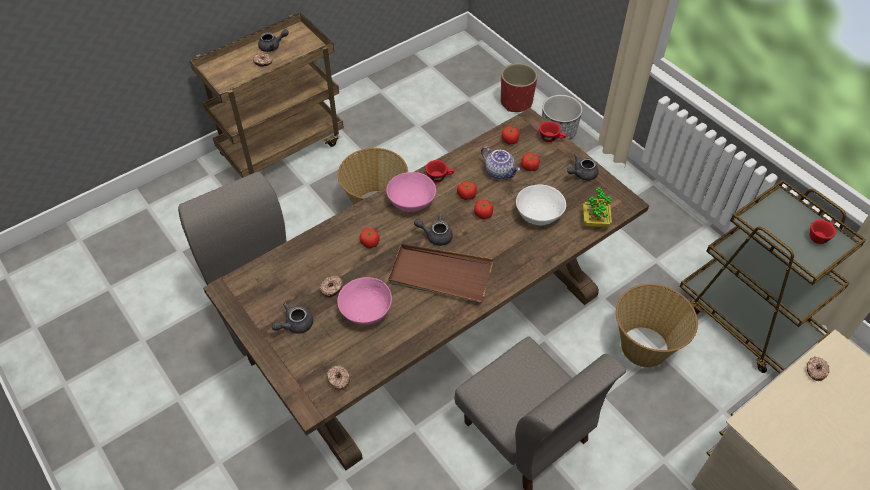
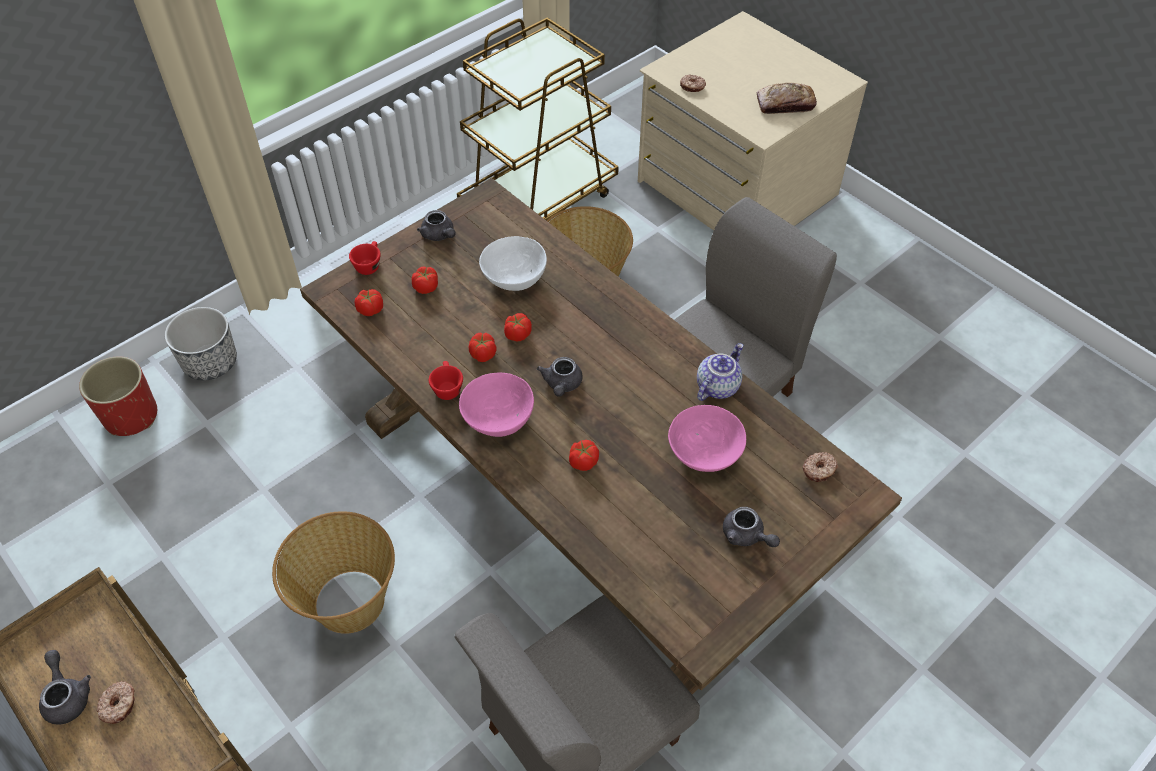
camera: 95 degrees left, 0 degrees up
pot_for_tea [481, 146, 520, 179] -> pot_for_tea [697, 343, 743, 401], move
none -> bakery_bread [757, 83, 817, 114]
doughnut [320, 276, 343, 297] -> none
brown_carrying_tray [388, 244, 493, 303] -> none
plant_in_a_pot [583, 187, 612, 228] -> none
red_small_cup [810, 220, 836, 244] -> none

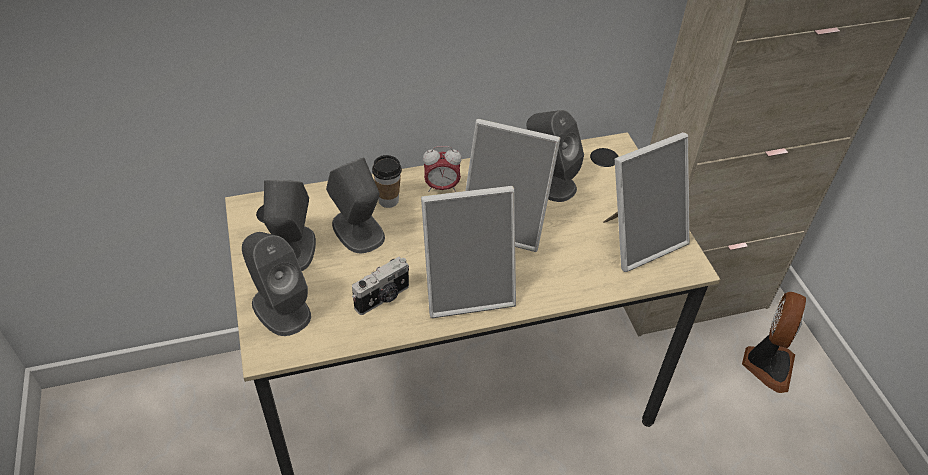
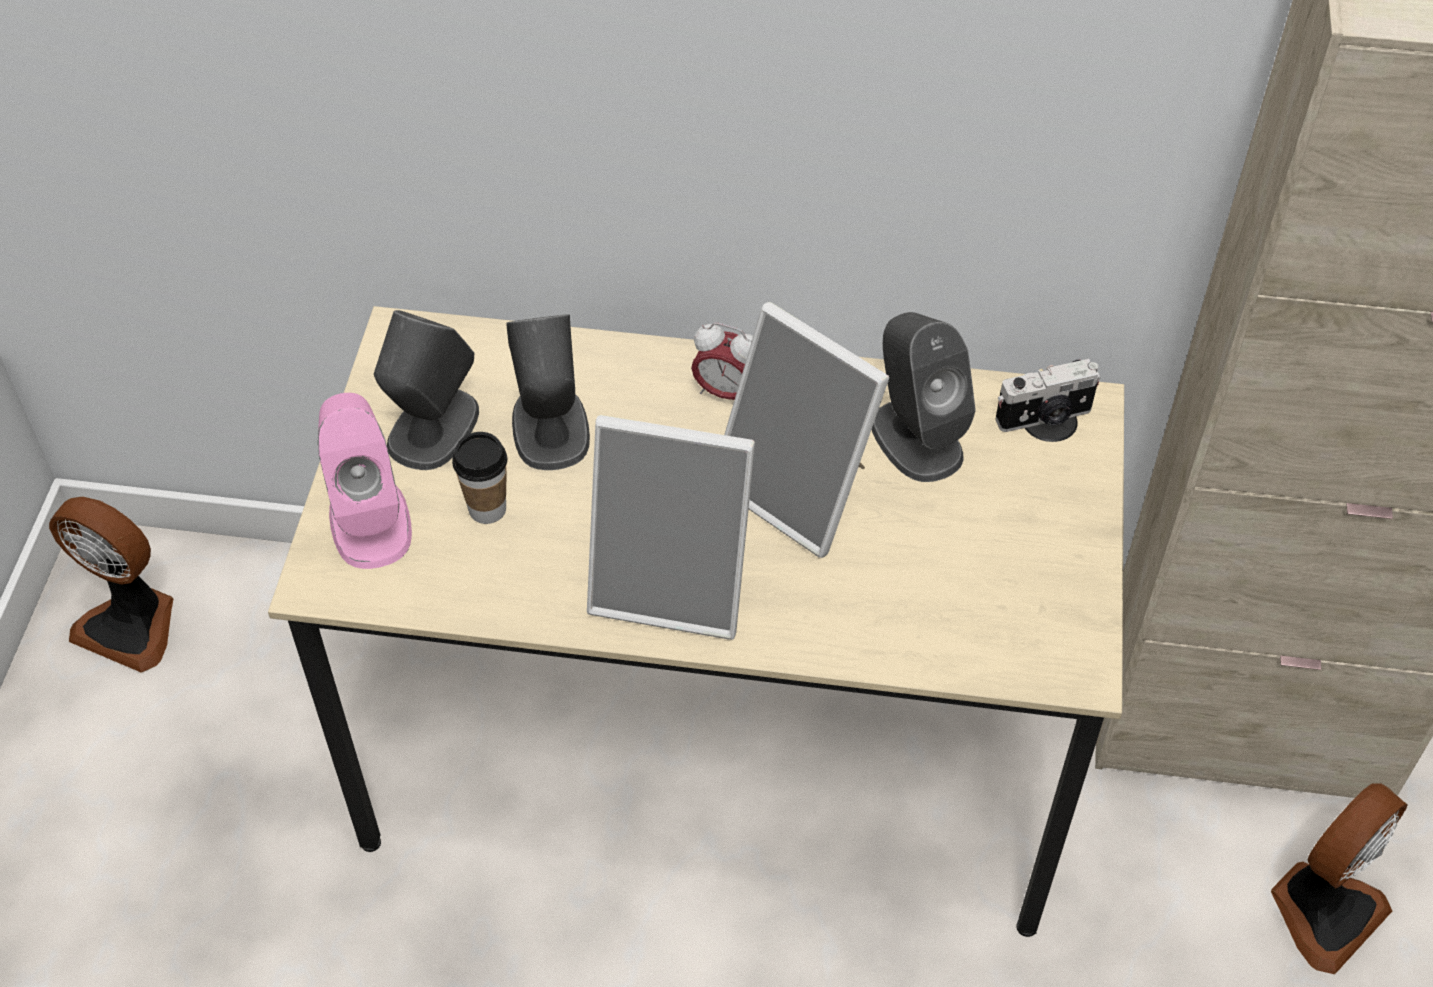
camera: 25 degrees right, 5 degrees up
none -> electric_fan [49, 496, 173, 673]
gray_loudspeaker [242, 232, 311, 336] -> pinkish_loudspeaker [318, 393, 412, 569]
small_cup [372, 155, 402, 208] -> small_cup [452, 432, 507, 524], move
photo_camera [352, 257, 409, 315] -> photo_camera [995, 359, 1101, 432], move
photo_frame [603, 132, 690, 272] -> none

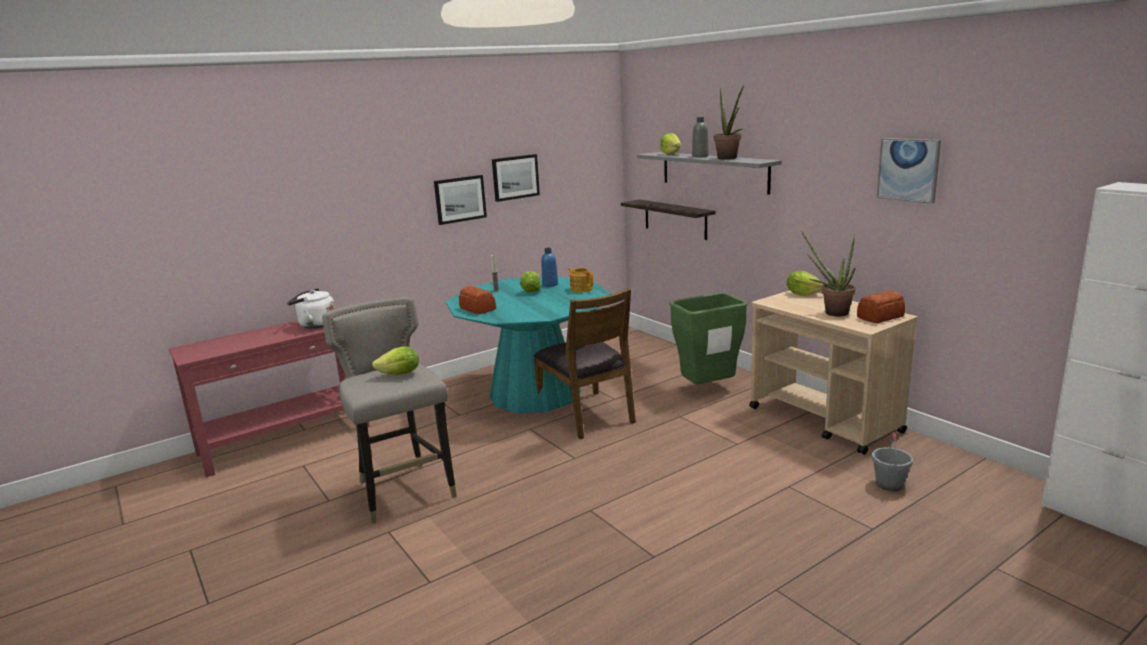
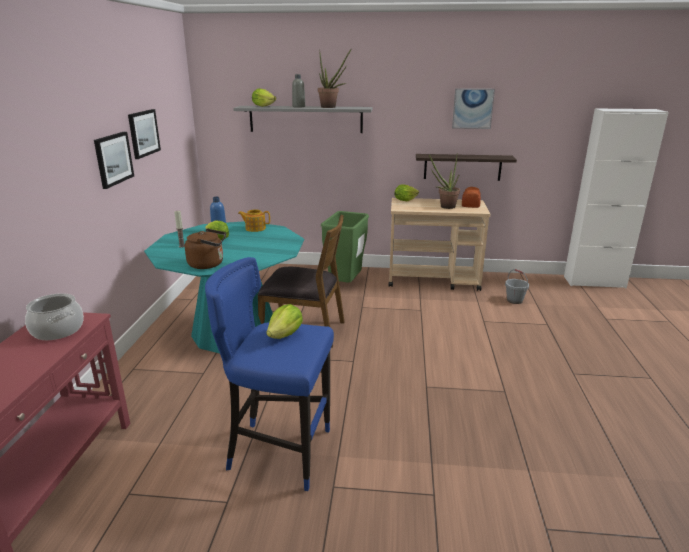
camera: 50 degrees left, 5 degrees up
whitish_water_kettle [287, 288, 335, 329] -> saucepot [25, 293, 84, 340]
bakery_bread [459, 286, 496, 314] -> brown_water_kettle [185, 228, 226, 269]
gray_stool [322, 297, 457, 524] -> blue_stool [205, 257, 334, 491]
wall_shelf [621, 199, 716, 240] -> wall_shelf [416, 154, 517, 181], move

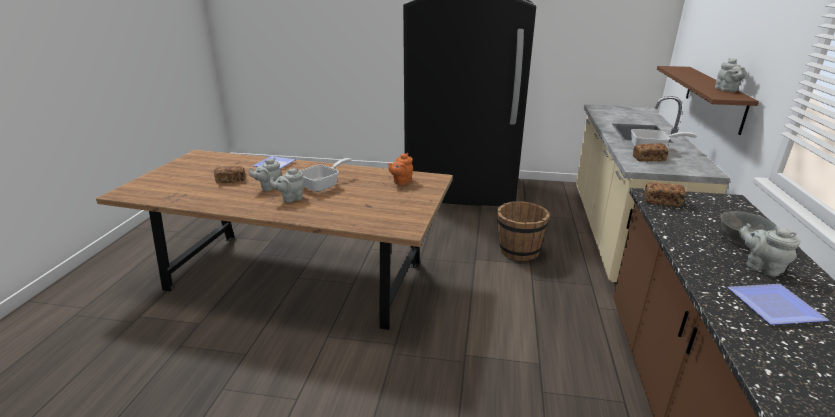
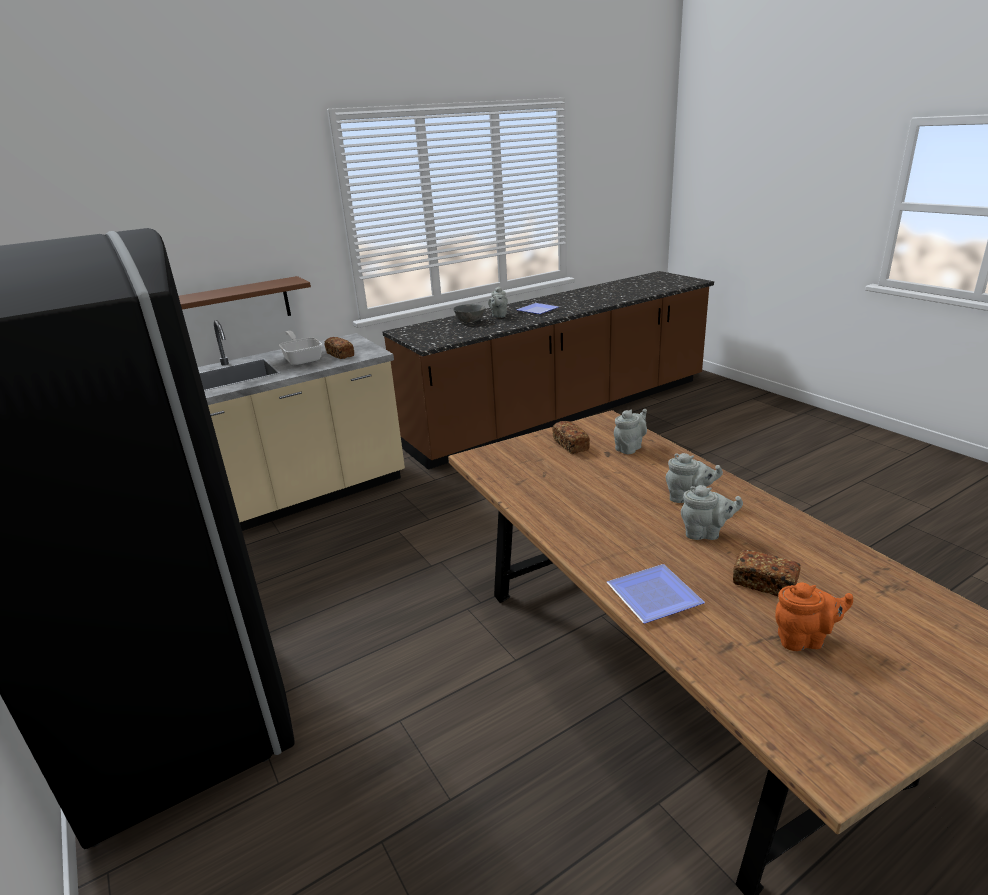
camera: 130 degrees left, 0 degrees up
bakery_bread [644, 183, 685, 207] -> bakery_bread [552, 421, 590, 454], move
gray_pot_for_tea [715, 58, 747, 92] -> gray_pot_for_tea [614, 409, 647, 454], move
orange_pot_for_tea [388, 153, 413, 186] -> orange_pot_for_tea [775, 582, 853, 651], move
skillet [300, 158, 352, 192] -> none
brown_water_bucket [497, 201, 550, 261] -> none

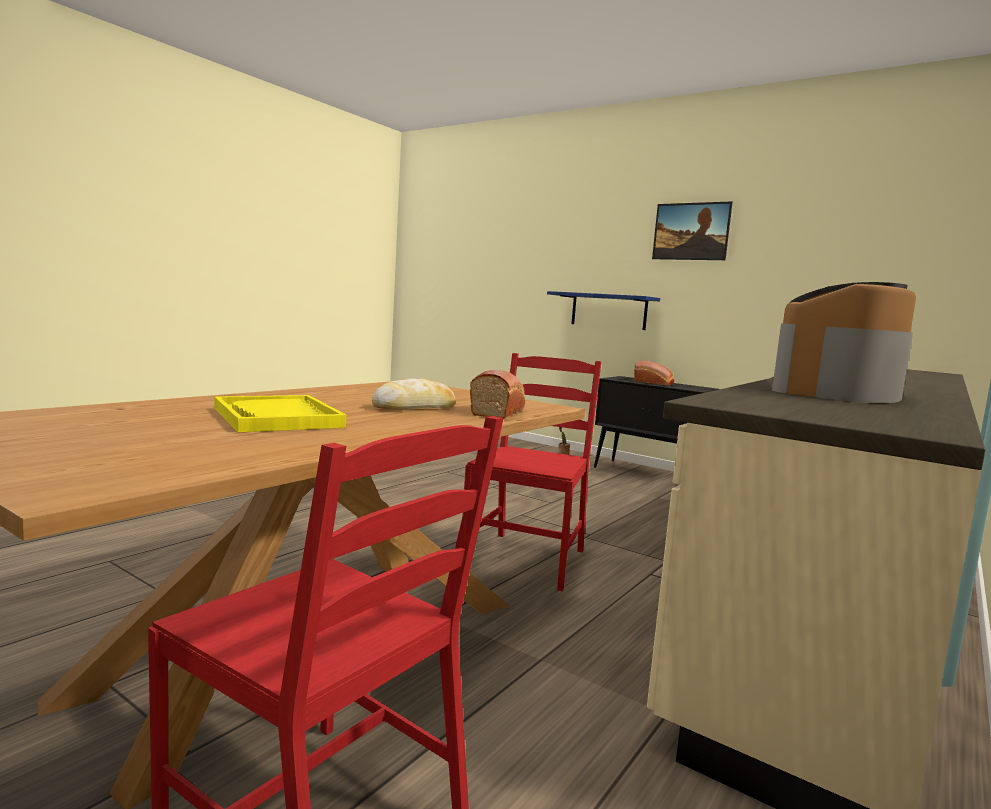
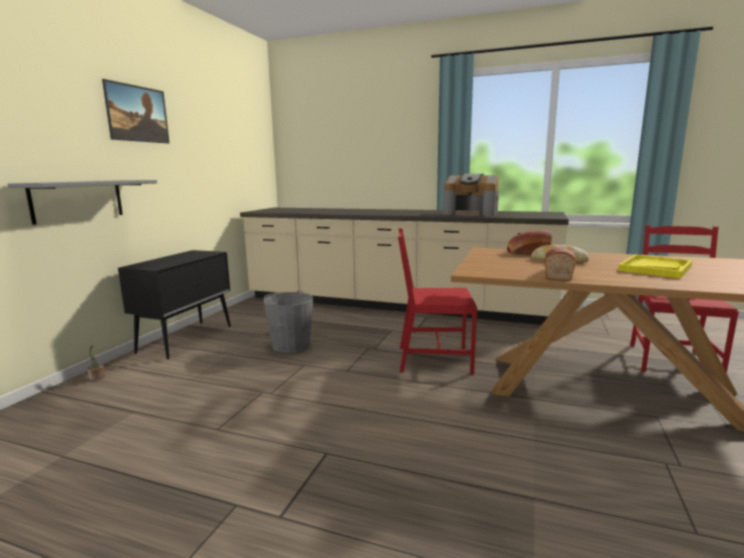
camera: 105 degrees left, 5 degrees up
blue_wall_shelf [547, 291, 660, 330] -> gray_wall_shelf [8, 180, 157, 225]
none -> gray_water_bucket [264, 290, 313, 353]
bakery_bread [634, 361, 674, 386] -> bakery_bread [545, 248, 576, 281], move

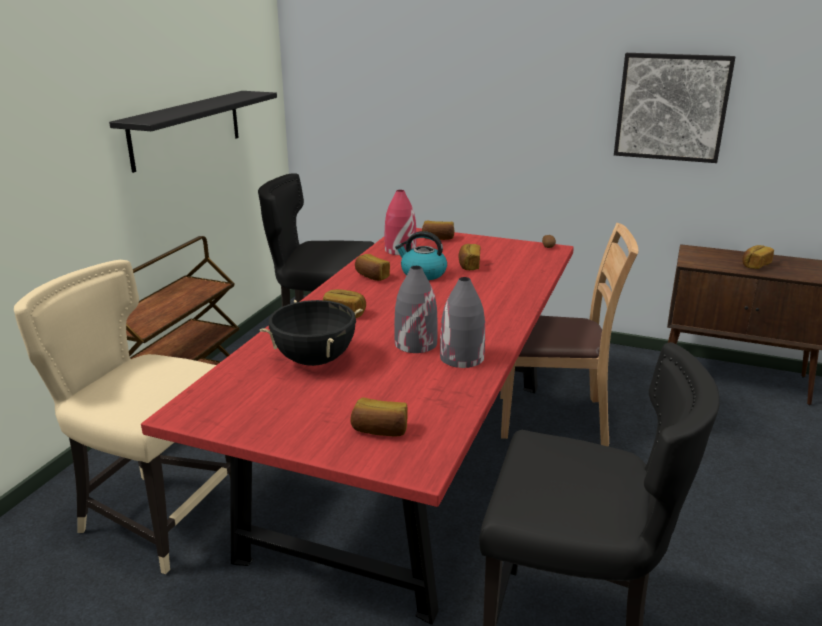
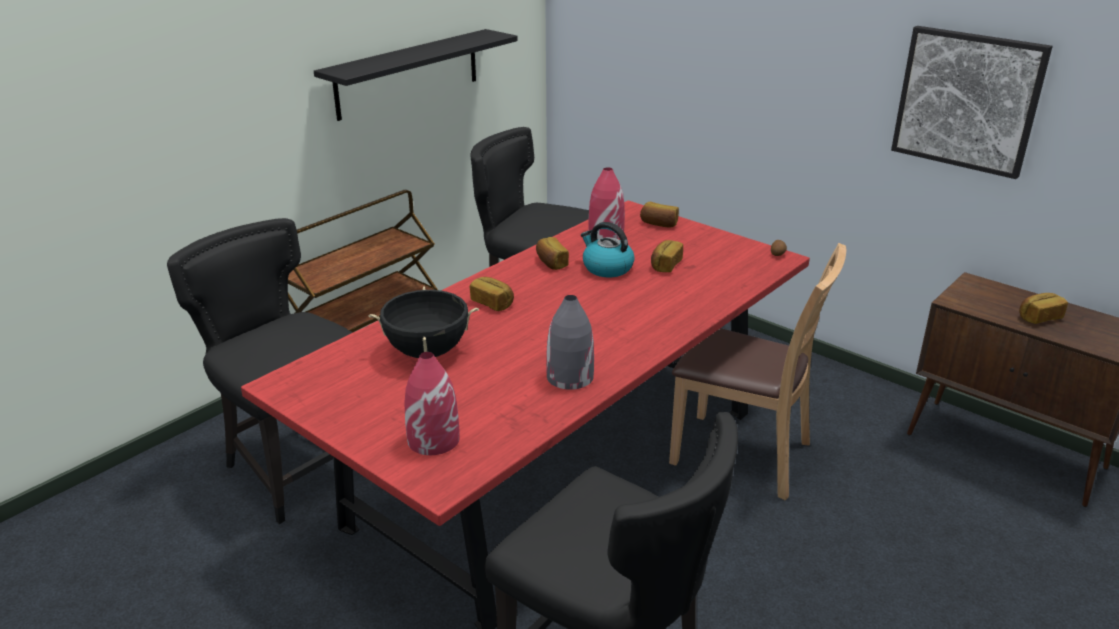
camera: 20 degrees right, 5 degrees up
beige_upright_chair [14, 260, 230, 574] -> black-coloured_upright_chair [167, 218, 353, 524]
bakery_bread [350, 397, 408, 436] -> red_decorative_vase [404, 352, 460, 455]
gray_decorative_vase [394, 266, 438, 353] -> none

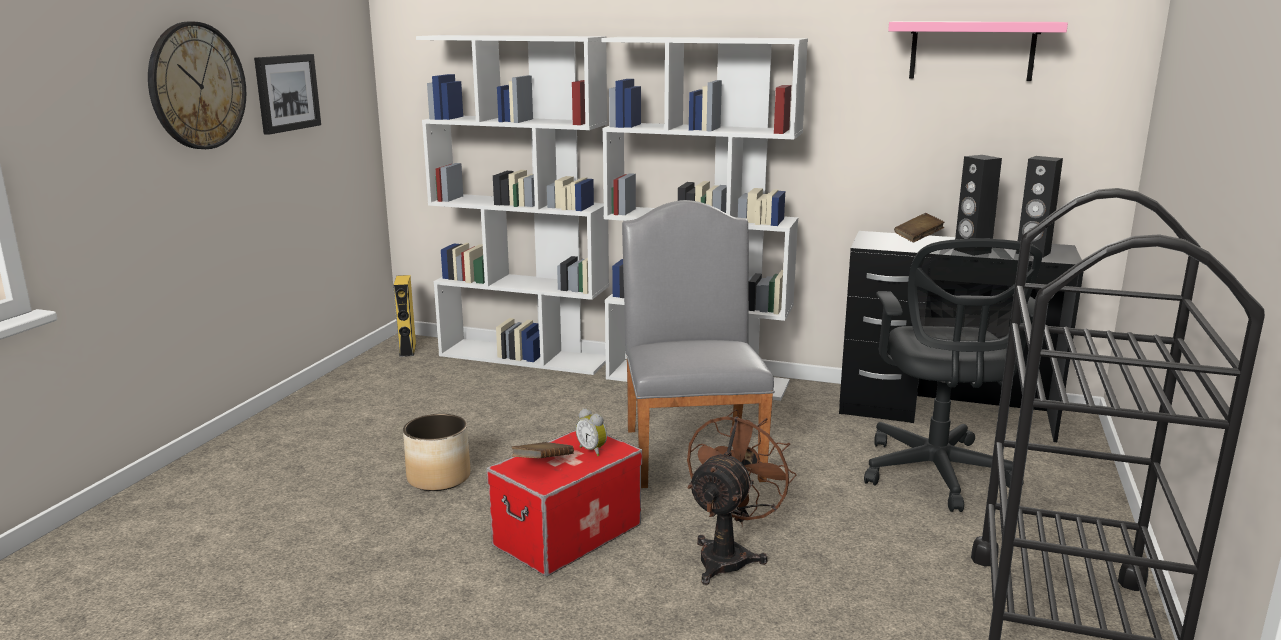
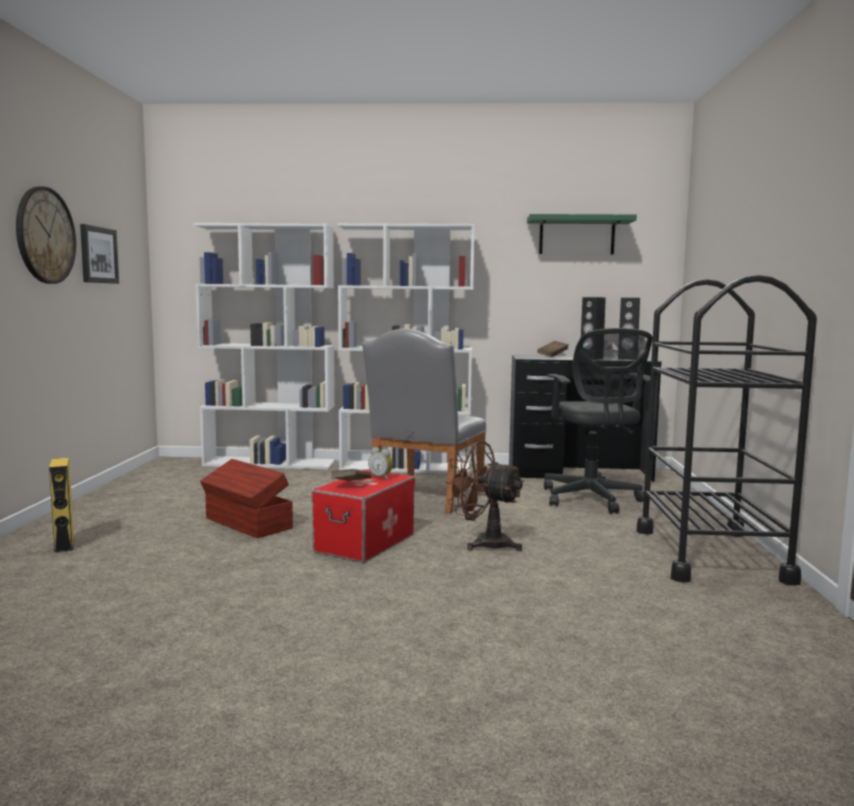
camera: 15 degrees left, 10 degrees down
yellow-coloured_loudspeaker [393, 275, 416, 357] -> yellow-coloured_loudspeaker [49, 458, 74, 553], move
plant_pot [403, 414, 470, 491] -> brown_storage_bin [200, 459, 293, 538]
gray_upright_chair [622, 200, 775, 488] -> gray_upright_chair [362, 328, 487, 514], 135 degrees counterclockwise
brown_electric_fan [687, 409, 797, 585] -> brown_electric_fan [445, 441, 524, 551], 75 degrees counterclockwise
pinkish_wall_shelf [888, 21, 1068, 81] -> green-coloured_wall_shelf [527, 214, 637, 255]

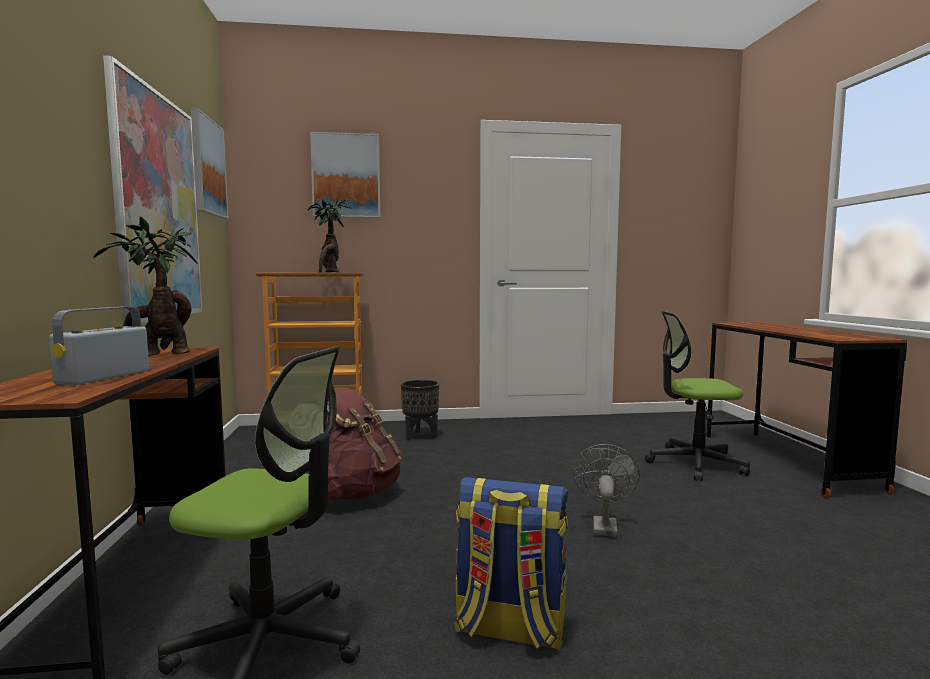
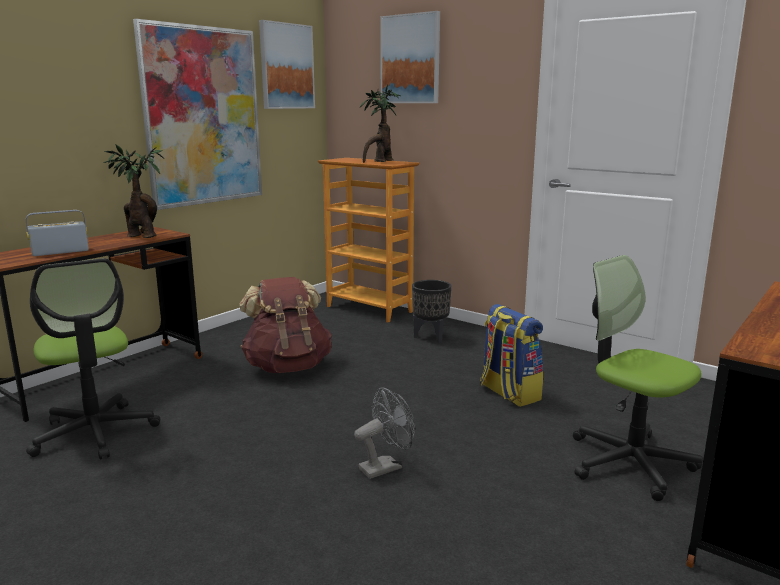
camera: 45 degrees right, 10 degrees up
backpack [454, 477, 568, 650] -> backpack [480, 304, 543, 407], move

